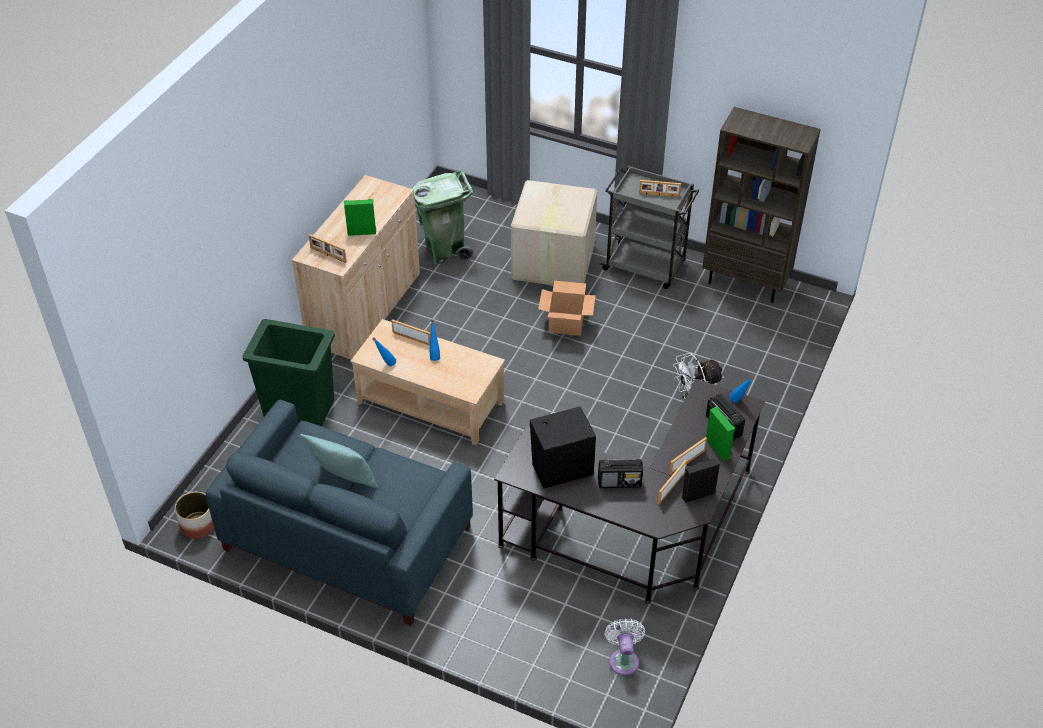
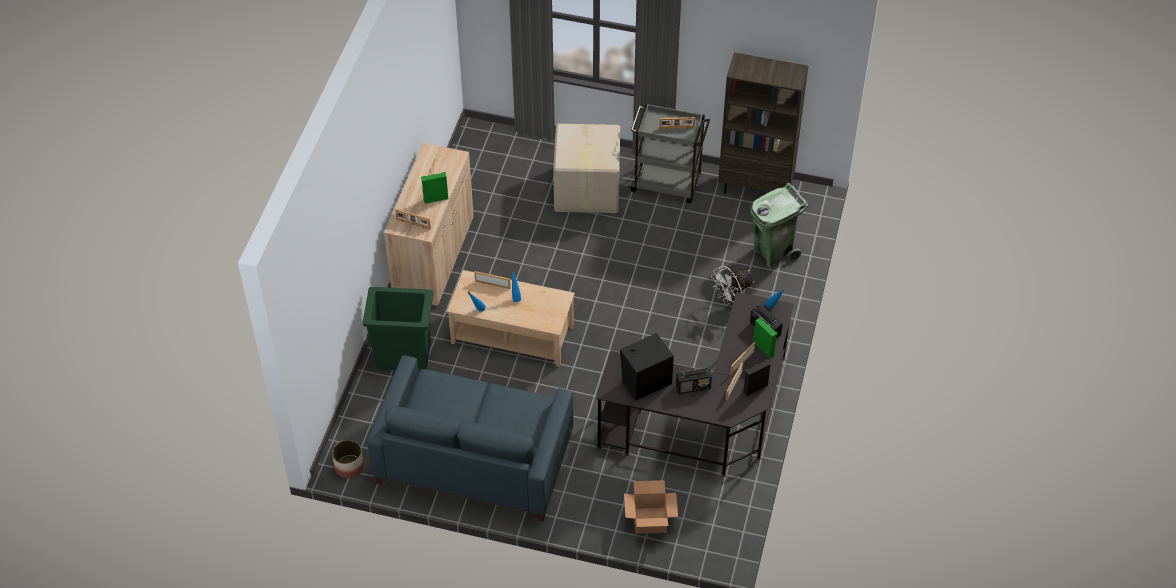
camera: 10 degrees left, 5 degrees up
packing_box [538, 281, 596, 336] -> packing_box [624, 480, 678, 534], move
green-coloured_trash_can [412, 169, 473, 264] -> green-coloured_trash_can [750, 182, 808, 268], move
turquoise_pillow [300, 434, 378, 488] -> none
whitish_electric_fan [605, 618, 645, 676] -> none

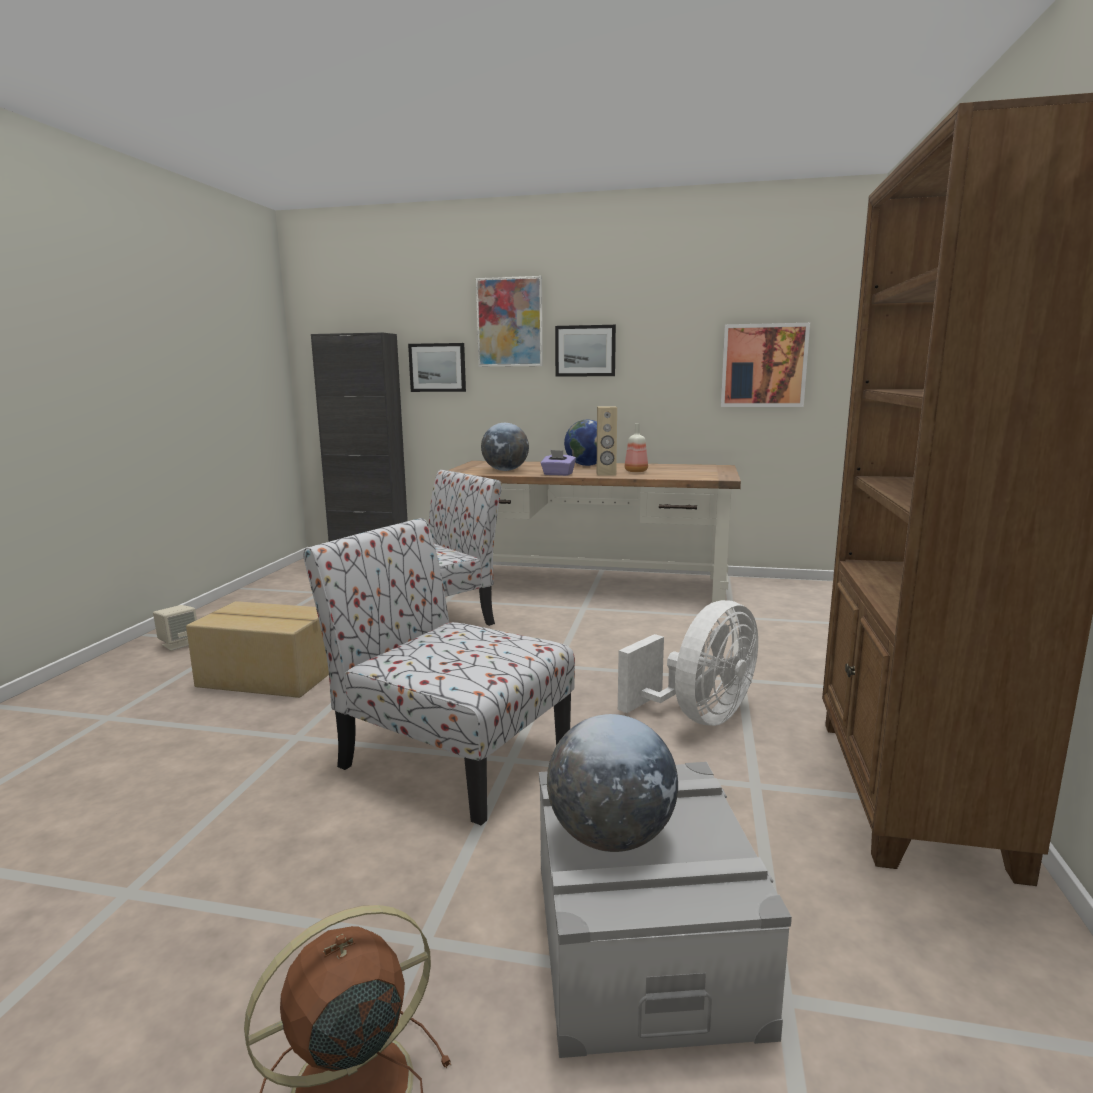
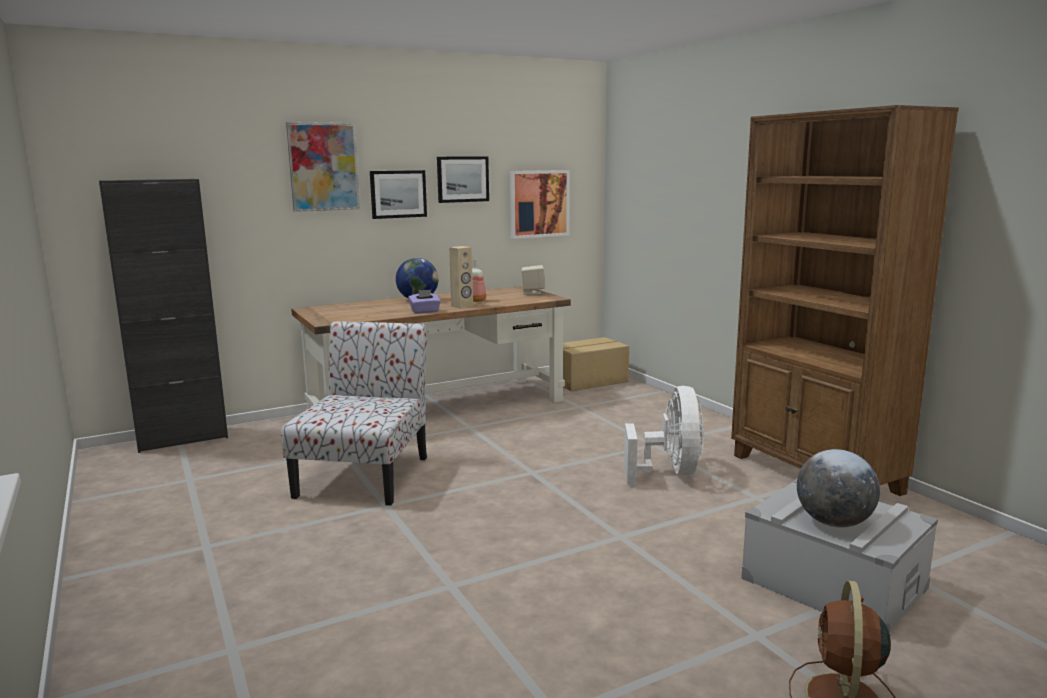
camera: 40 degrees left, 0 degrees up
picture [408, 343, 466, 392] -> picture [437, 156, 489, 203], move
beige_loudspeaker [153, 605, 197, 651] -> beige_loudspeaker [521, 265, 545, 295], move
packing_box [186, 601, 329, 698] -> packing_box [563, 337, 629, 391], move
upright_chair [303, 518, 575, 825] -> none
desk_globe [481, 423, 529, 471] -> none

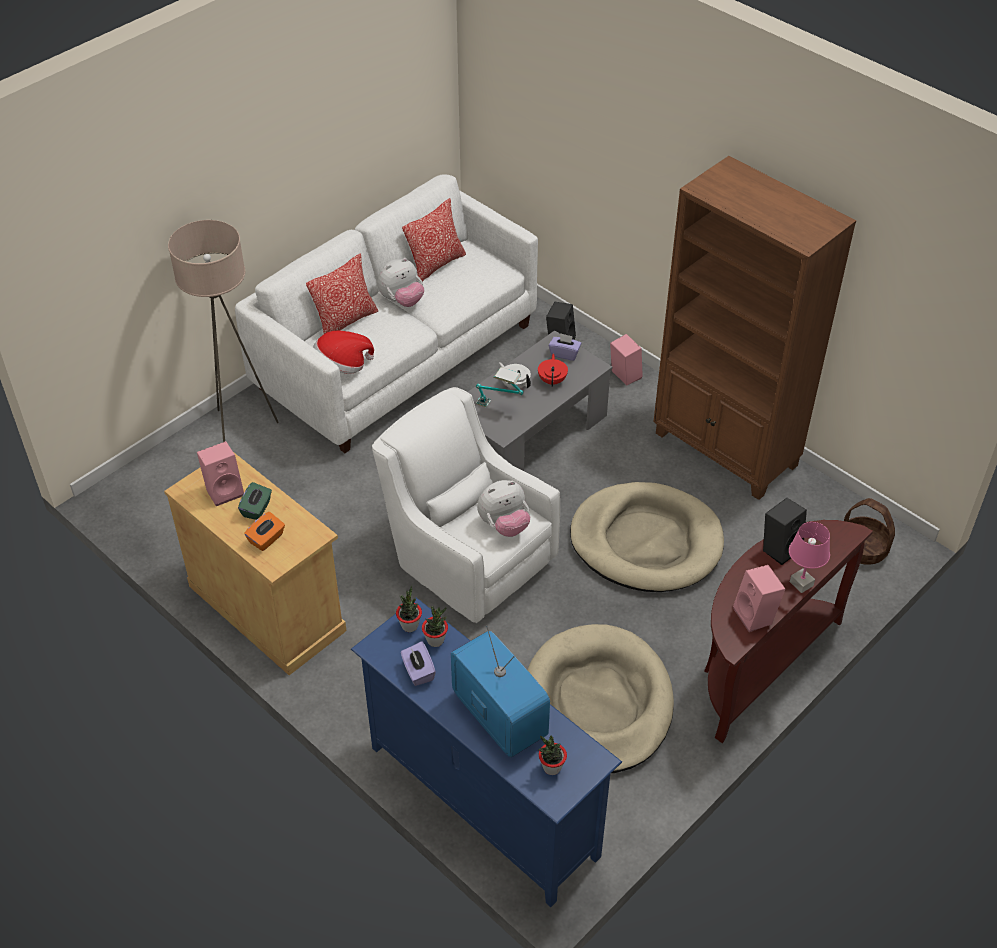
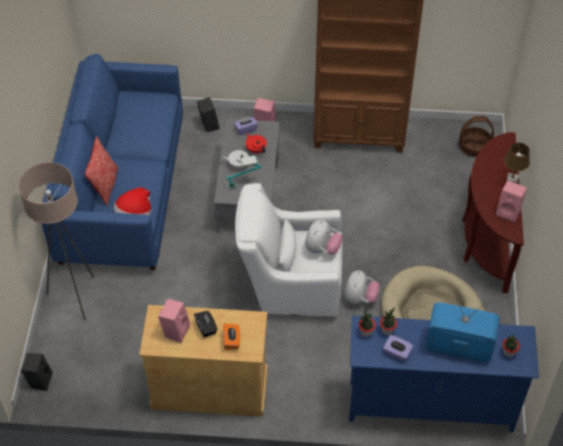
camera: 40 degrees left, 5 degrees up
black-coloured_loudspeaker [763, 498, 807, 565] -> black-coloured_loudspeaker [21, 353, 52, 391], move
whitish_sofa [235, 174, 538, 453] -> blue_sofa [42, 54, 183, 270]
green-coloured_tissue_box [238, 482, 272, 520] -> black-coloured_tissue_box [194, 311, 218, 338]
soft_toy [377, 258, 424, 307] -> soft_toy [344, 270, 380, 304], move
pinkish_tabletop_lamp [789, 522, 830, 593] -> brown_tabletop_lamp [504, 143, 530, 183]
pillow [402, 198, 466, 282] -> none
beige_dog_cushion [570, 482, 724, 592] -> none

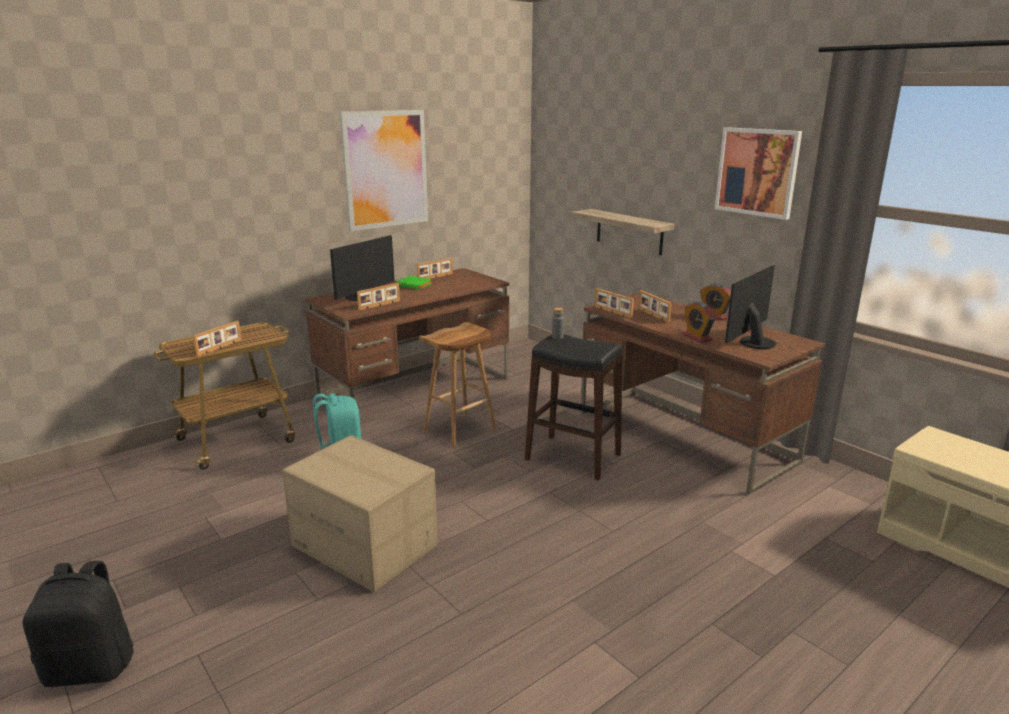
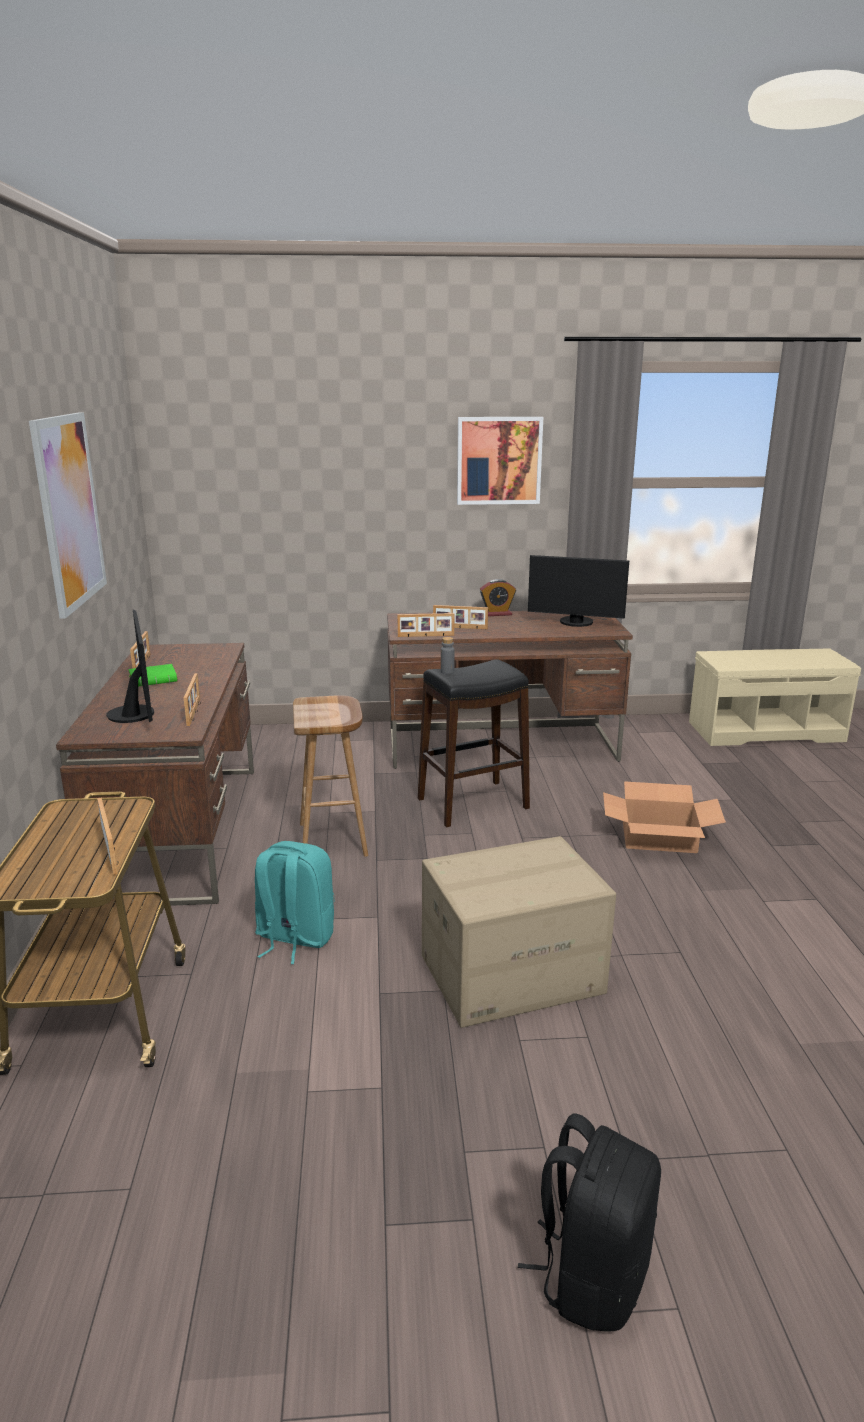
camera: 55 degrees left, 0 degrees up
monitor [725, 265, 777, 349] -> monitor [528, 555, 629, 627], 60 degrees counterclockwise
none -> packing_box [603, 781, 726, 853]
wall_shelf [571, 209, 675, 255] -> none
bedside_clock [682, 302, 716, 343] -> none

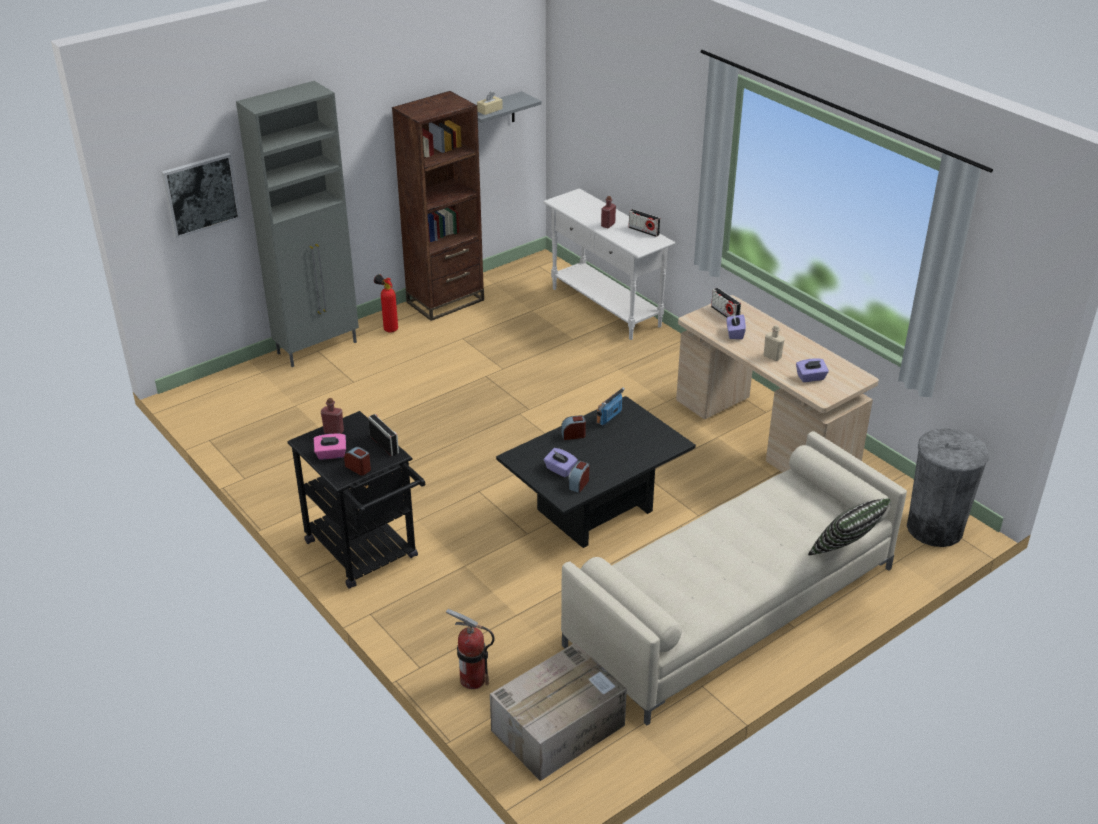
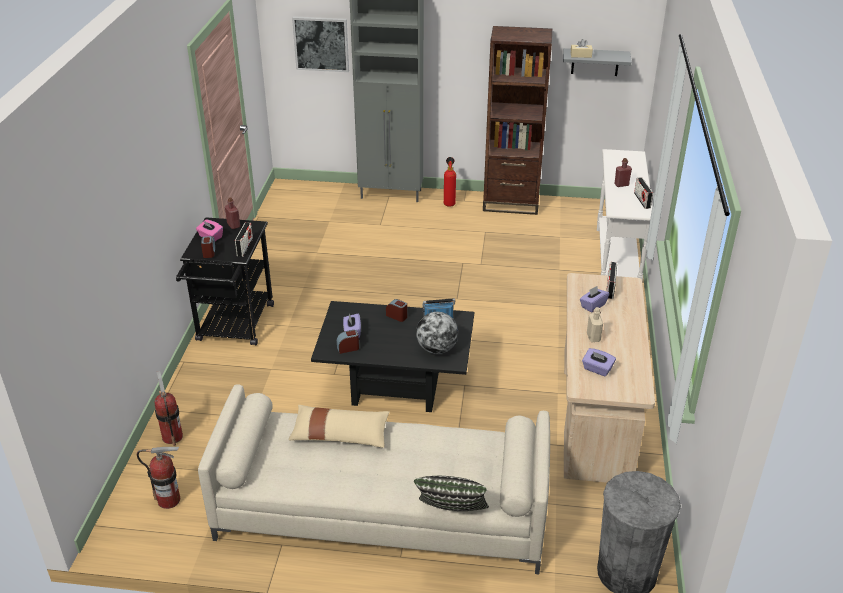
camera: 45 degrees right, 0 degrees up
packing_box [490, 643, 627, 781] -> fire_extinguisher [137, 447, 180, 509]
none -> beige_pillow [288, 405, 390, 448]
none -> desk_globe [416, 312, 458, 354]

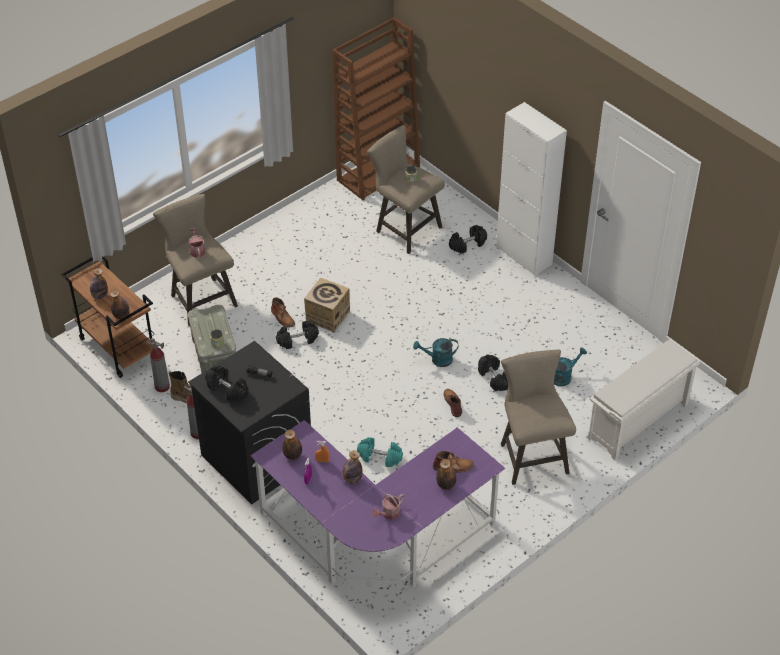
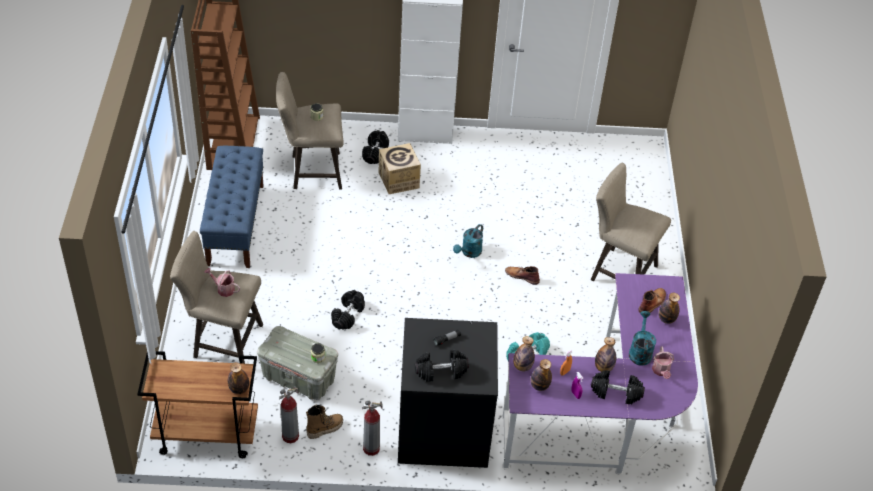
camera: 50 degrees left, 0 degrees up
none -> blue_indoor_bench [200, 146, 263, 268]
packing_box [304, 277, 350, 332] -> packing_box [379, 143, 421, 194], move
beverage_bottle [90, 268, 108, 299] -> beverage_bottle [513, 336, 535, 371], move
black-coloured_dumbbell [478, 354, 508, 391] -> black-coloured_dumbbell [591, 370, 645, 404], move
turquoise_watering_can [554, 347, 587, 386] -> turquoise_watering_can [629, 311, 656, 366], move
brown_tall_boot [271, 297, 295, 328] -> none
whitish_shoe_stand [588, 339, 701, 460] -> none

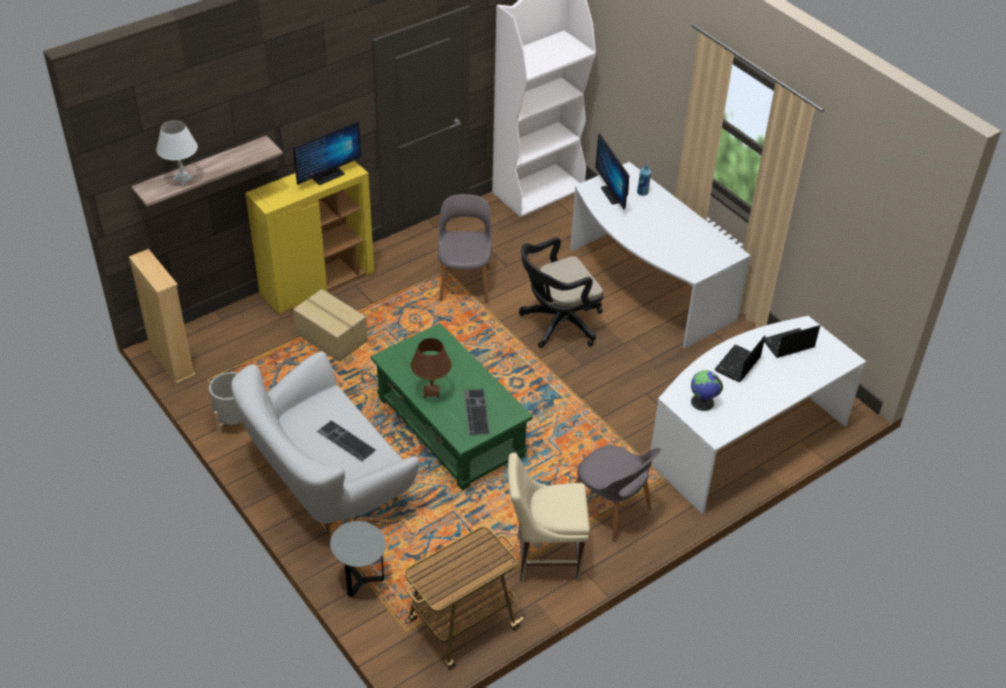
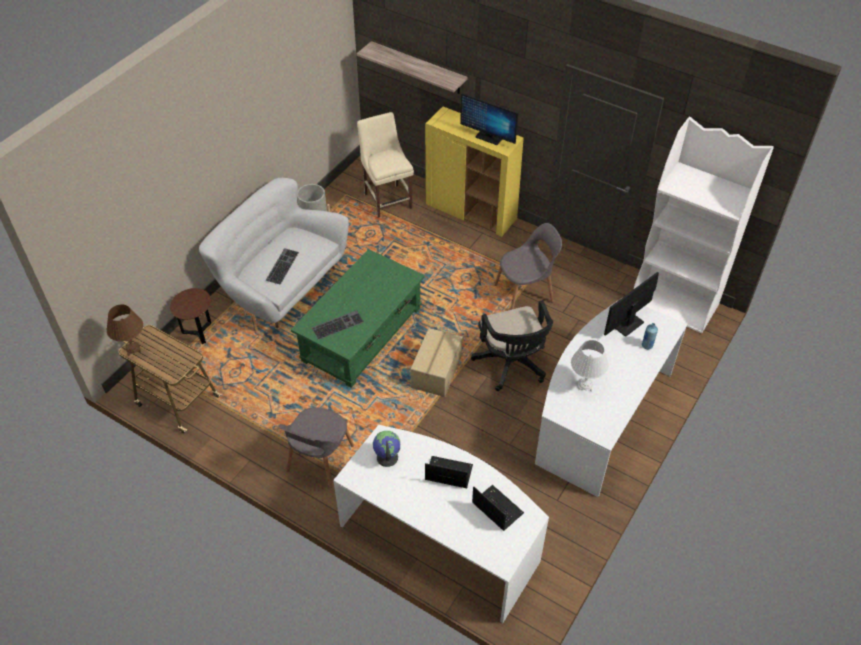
camera: 70 degrees right, 5 degrees up
brown_tabletop_lamp [411, 338, 452, 398] -> brown_tabletop_lamp [106, 305, 143, 356], move
gray_accent_table [330, 521, 386, 598] -> brown_accent_table [170, 288, 211, 344]
beige_upright_chair [508, 453, 590, 582] -> beige_upright_chair [357, 112, 414, 218], move
packing_box [293, 289, 368, 362] -> packing_box [410, 328, 462, 397], move
black-coloured_computer_chair [519, 237, 604, 348] -> black-coloured_computer_chair [471, 300, 553, 391], 150 degrees counterclockwise
whitish_tabletop_lamp [156, 120, 198, 186] -> whitish_tabletop_lamp [571, 340, 609, 392], move
beige_bookshelf [129, 249, 196, 383] -> none

